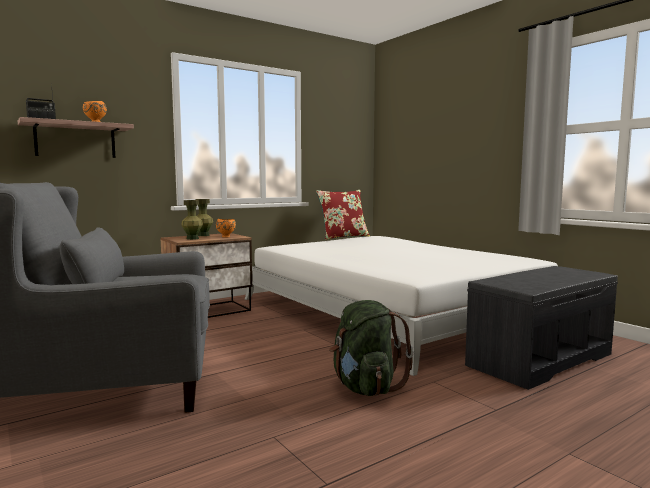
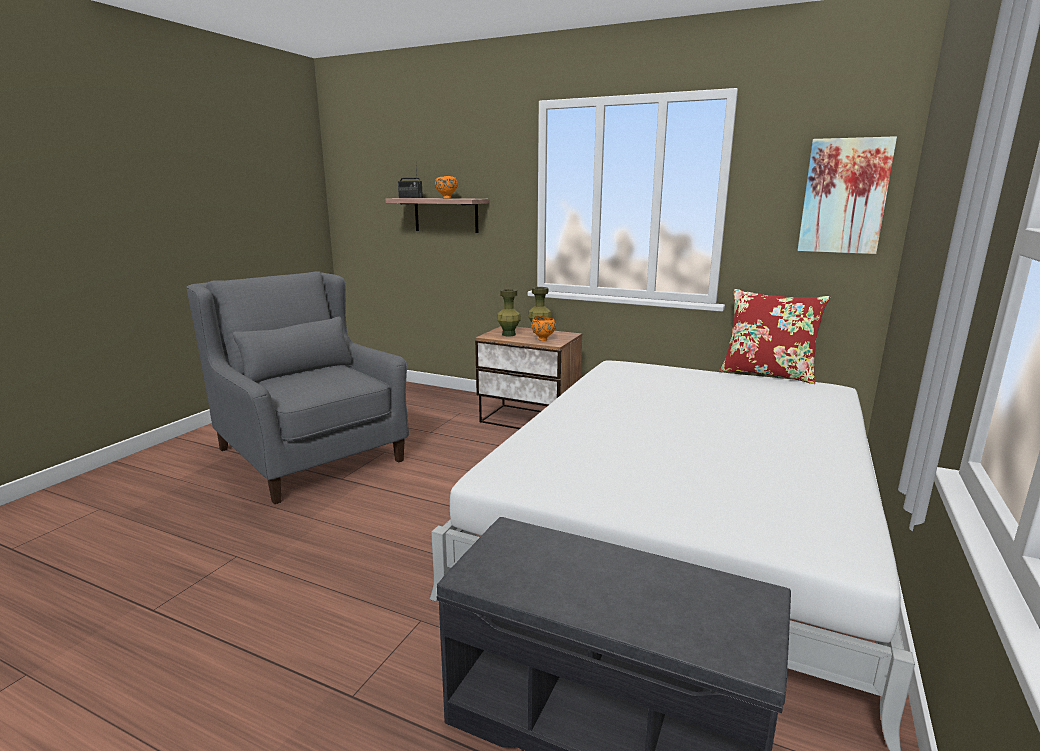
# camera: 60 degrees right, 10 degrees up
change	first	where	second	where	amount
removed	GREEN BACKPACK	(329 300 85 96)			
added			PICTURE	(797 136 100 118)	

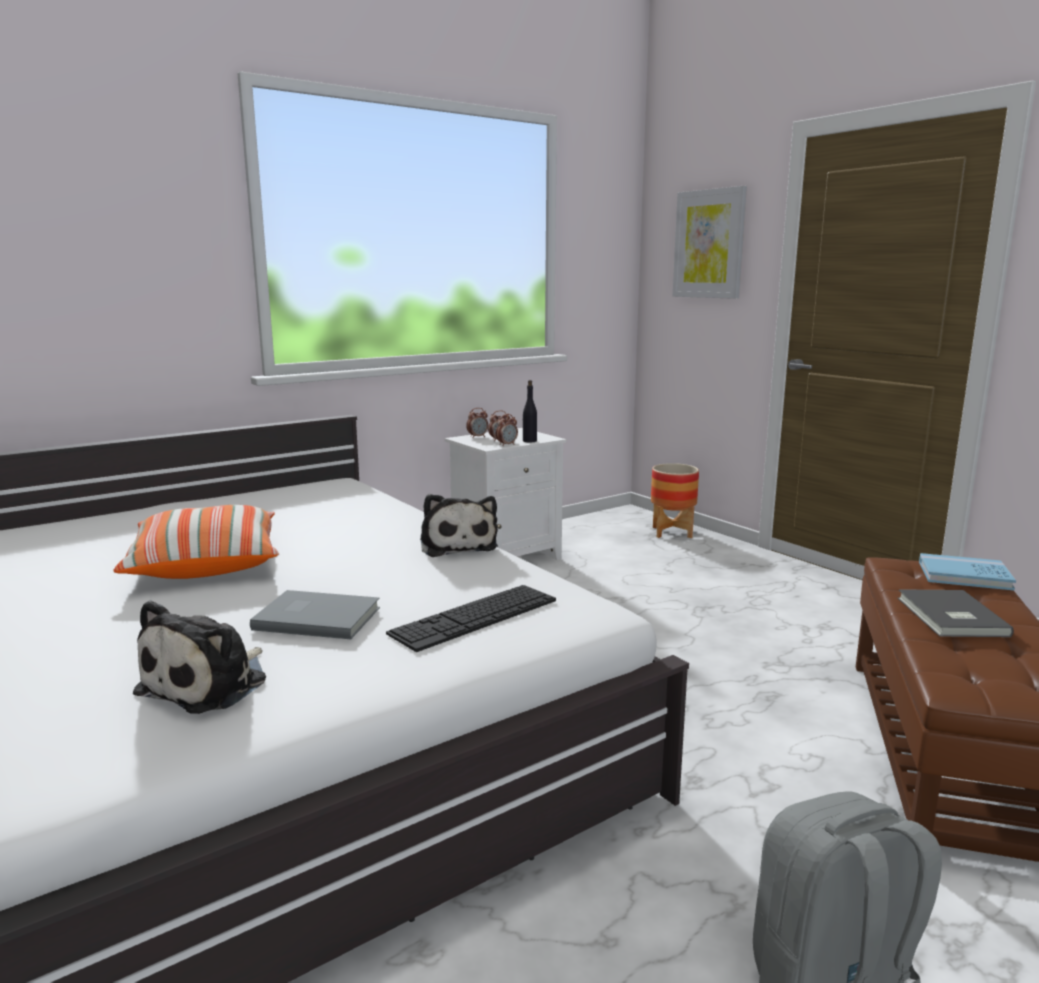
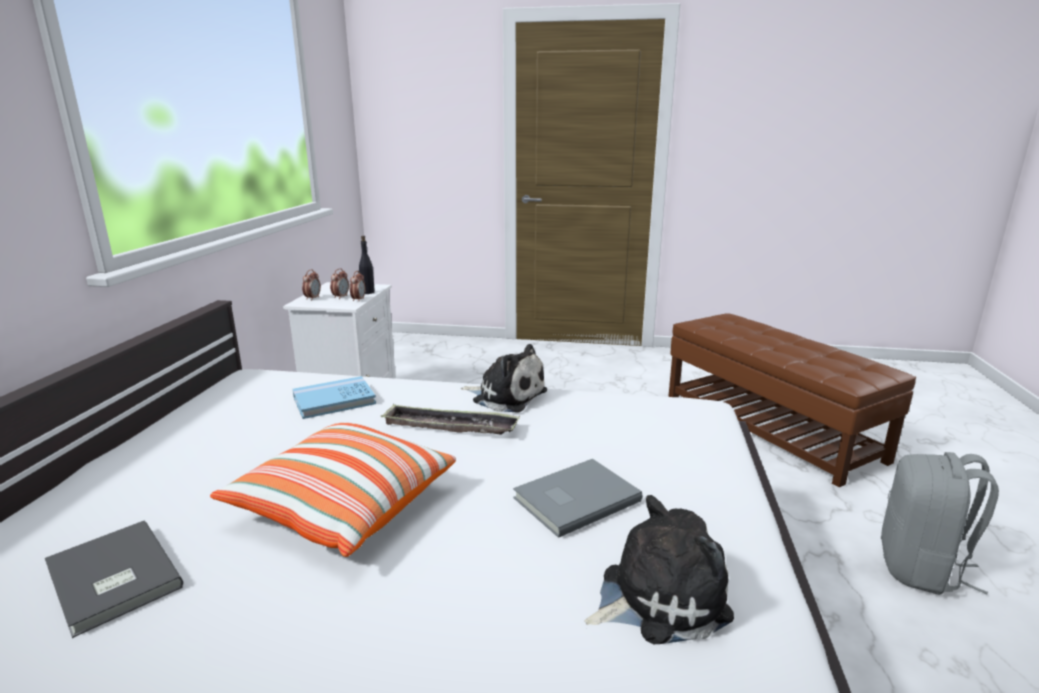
# camera: 45 degrees left, 5 degrees up
change	first	where	second	where	amount
removed	KEYBOARD	(386 585 170 67)			
removed	PLANTER	(651 463 48 75)			
removed	PICTURE	(672 186 75 113)			
added			TRAY	(380 404 140 31)	
moved	GREY BOOK	(898 589 116 48)		(45 520 138 118)	
moved	BLUE BOOK	(919 553 97 38)		(292 376 84 43)	
turned	PLUSH TOY	(133 600 133 114)		(584 495 150 149)	90 degrees counterclockwise

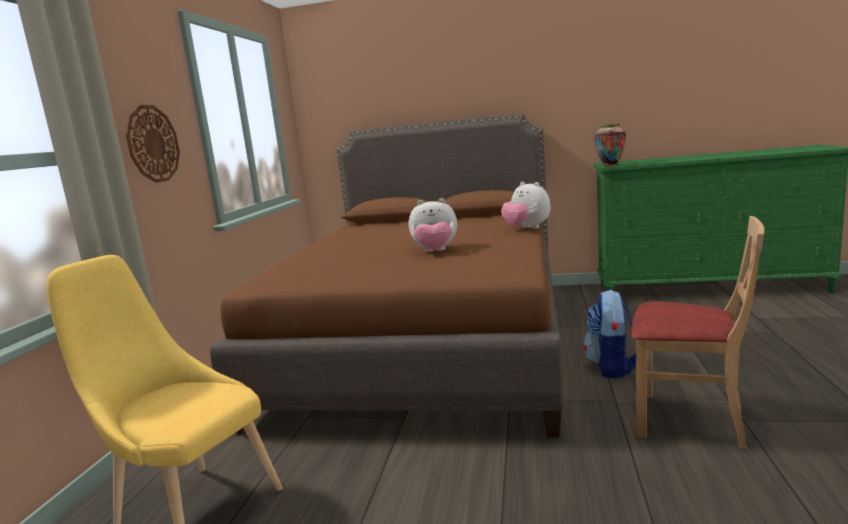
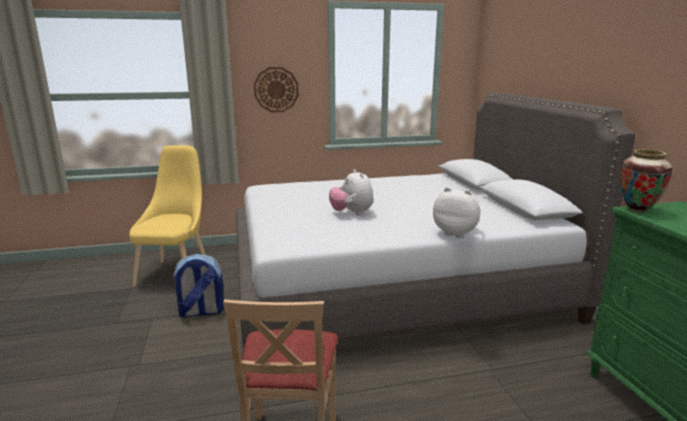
# camera: 65 degrees right, 5 degrees up
change	first	where	second	where	amount
moved	BACKPACK	(583 290 53 89)		(172 254 52 64)	
recoloured	BROWN BED	(210 114 354 323)	GREY BED	(236 92 400 257)	
turned	PLUSH TOY	(501 182 50 47)		(433 187 48 51)	90 degrees clockwise

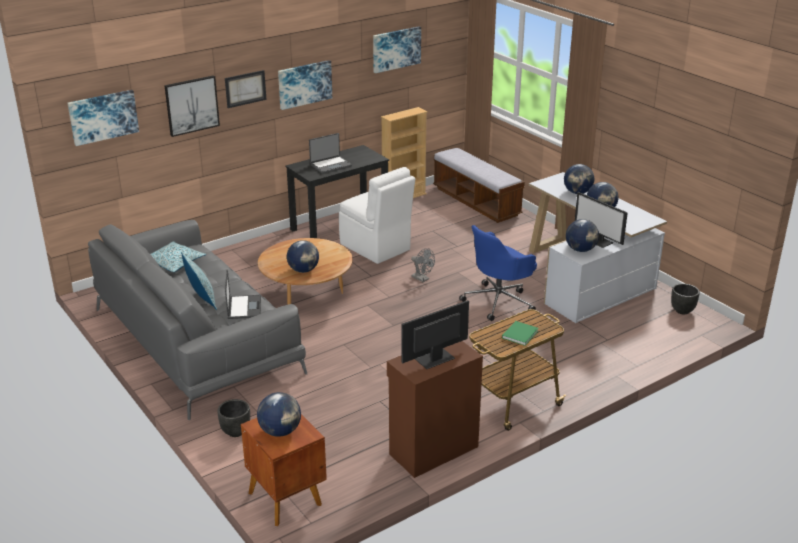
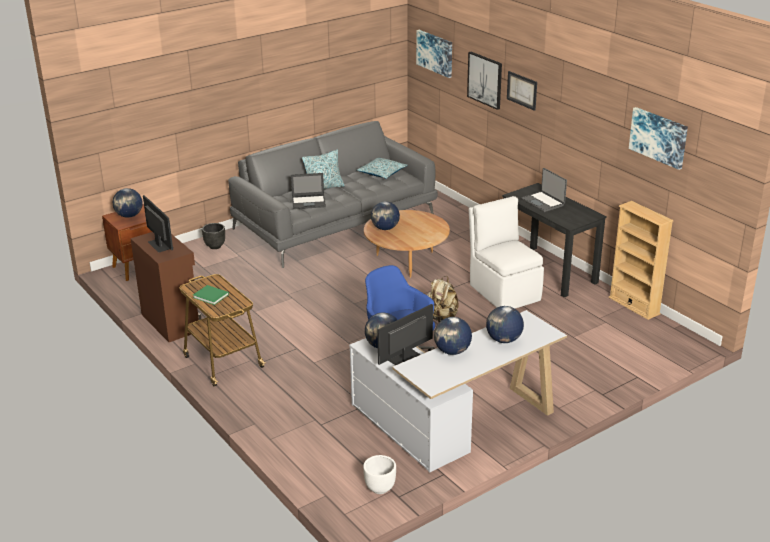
# camera: 90 degrees right, 0 degrees up
change	first	where	second	where	amount
removed	PICTURE	(278 60 54 50)			
removed	BENCH	(433 148 92 75)			
replaced	GREY FAN	(411 248 24 34)	BEIGE BACKPACK	(427 276 32 47)	
recoloured	BLACK PLANTER	(671 283 29 31)	WHITE PLANTER	(363 455 33 39)	
turned	WHITE CHAIR	(339 167 76 97)		(469 196 75 113)	105 degrees clockwise

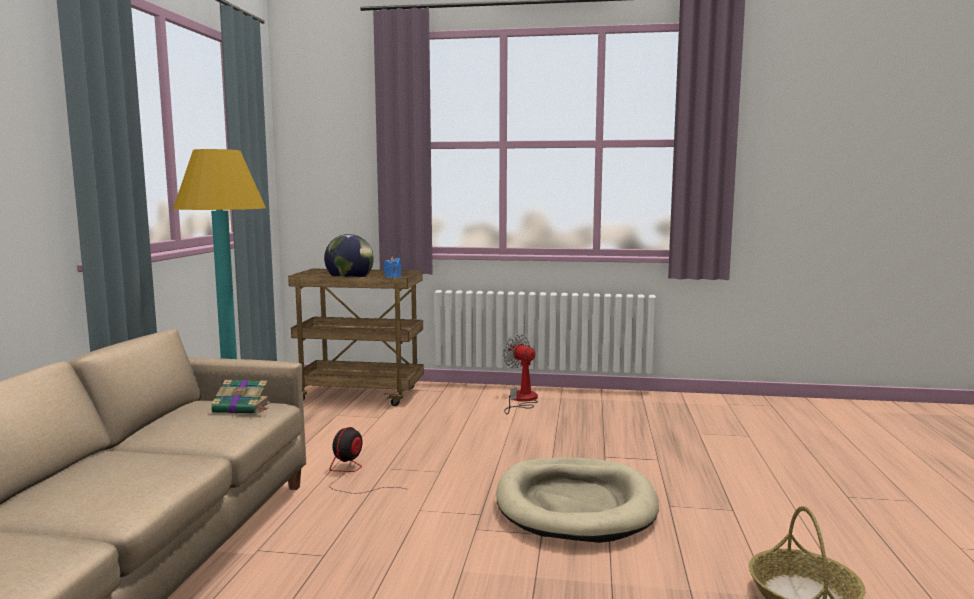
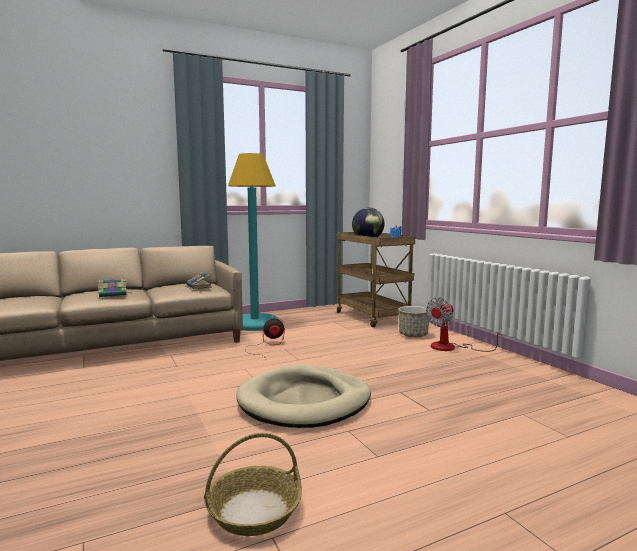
# camera: 55 degrees right, 0 degrees up
change	first	where	second	where	amount
added			BOOK	(98 279 34 18)	
added			PLANTER	(398 306 32 32)	
turned	FAN	(503 334 35 80)		(426 297 77 55)	150 degrees counterclockwise

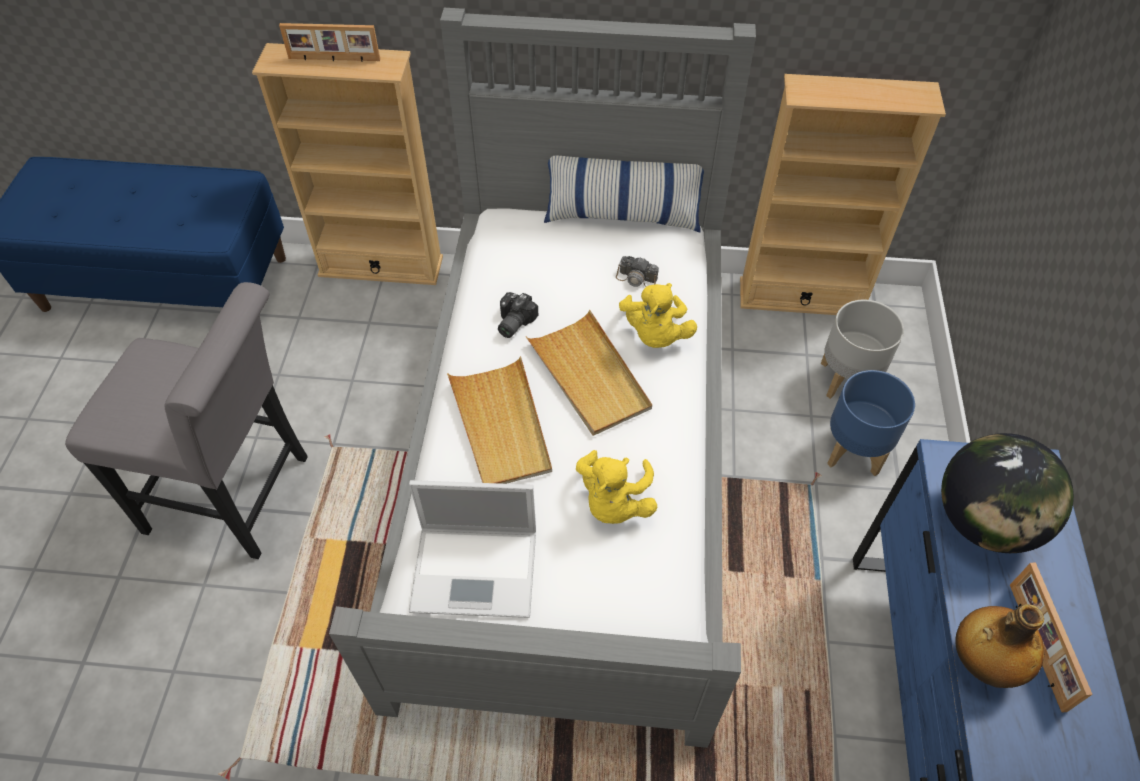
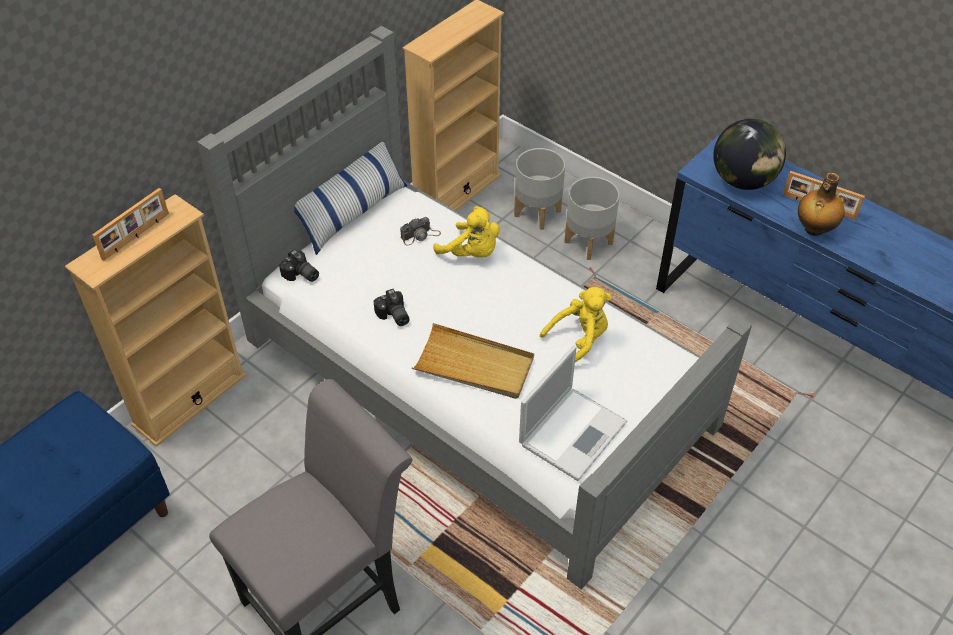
# camera: 55 degrees left, 5 degrees down
change	first	where	second	where	amount
removed	BEIGE TRAY	(525 310 127 126)			
added			PHOTO CAMERA	(279 250 40 32)	
recoloured	BLUE PLANTER	(827 370 88 106)	GREY PLANTER	(565 177 55 83)	
turned	YELLOW PLUSH TOY	(576 450 81 74)		(540 287 72 75)	75 degrees counterclockwise

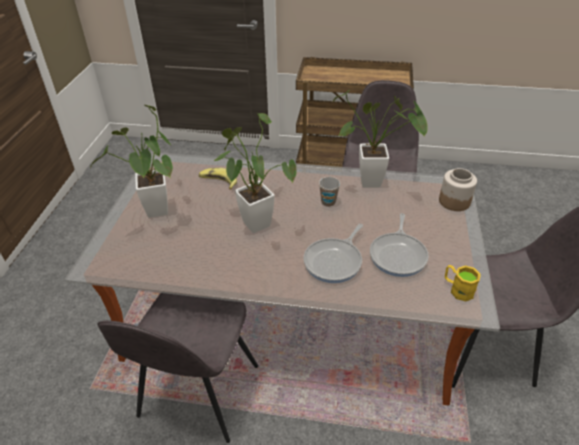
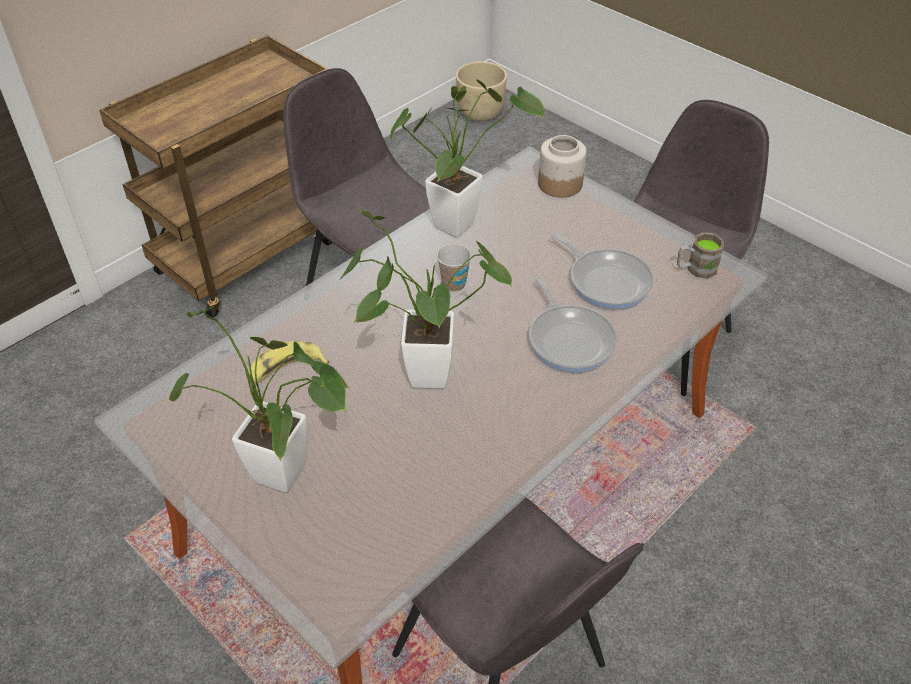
# camera: 55 degrees left, 5 degrees up
change	first	where	second	where	amount
added			BEIGE PLANTER	(456 61 51 61)	
recoloured	YELLOW MUG	(445 265 36 37)	BROWN MUG	(677 232 47 47)	

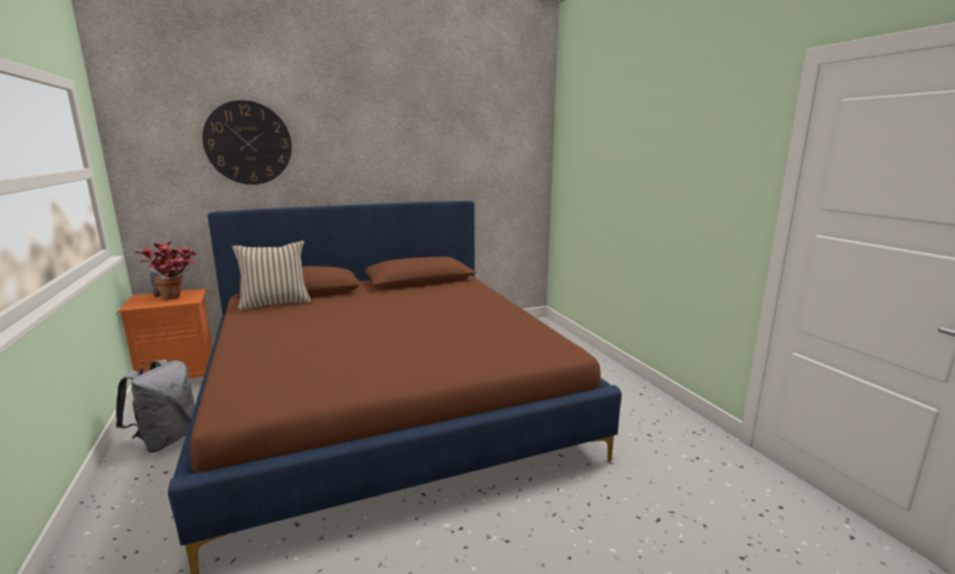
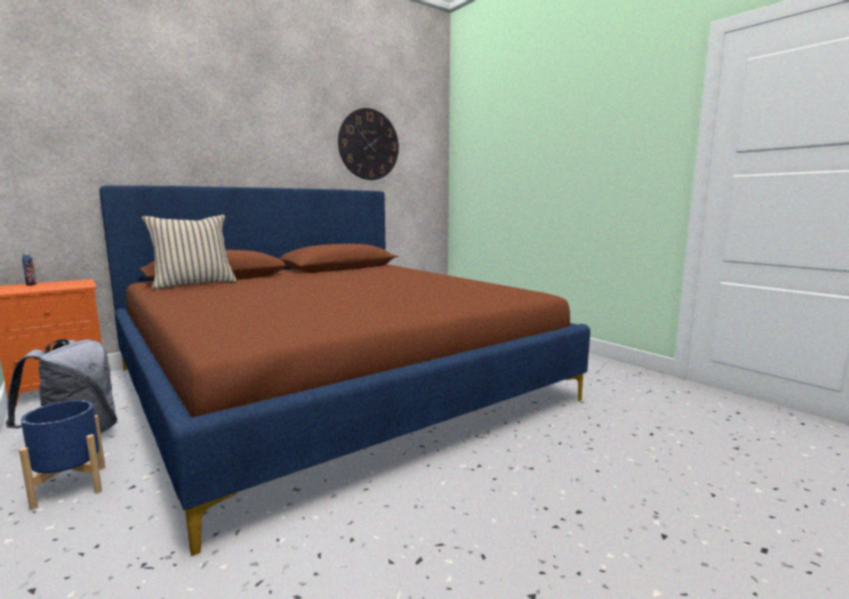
# camera: 15 degrees left, 5 degrees down
change	first	where	second	where	amount
removed	POTTED PLANT	(135 242 61 58)			
added			BLUE PLANTER	(19 400 86 110)	
moved	WALL CLOCK	(202 100 90 85)		(338 108 61 72)	

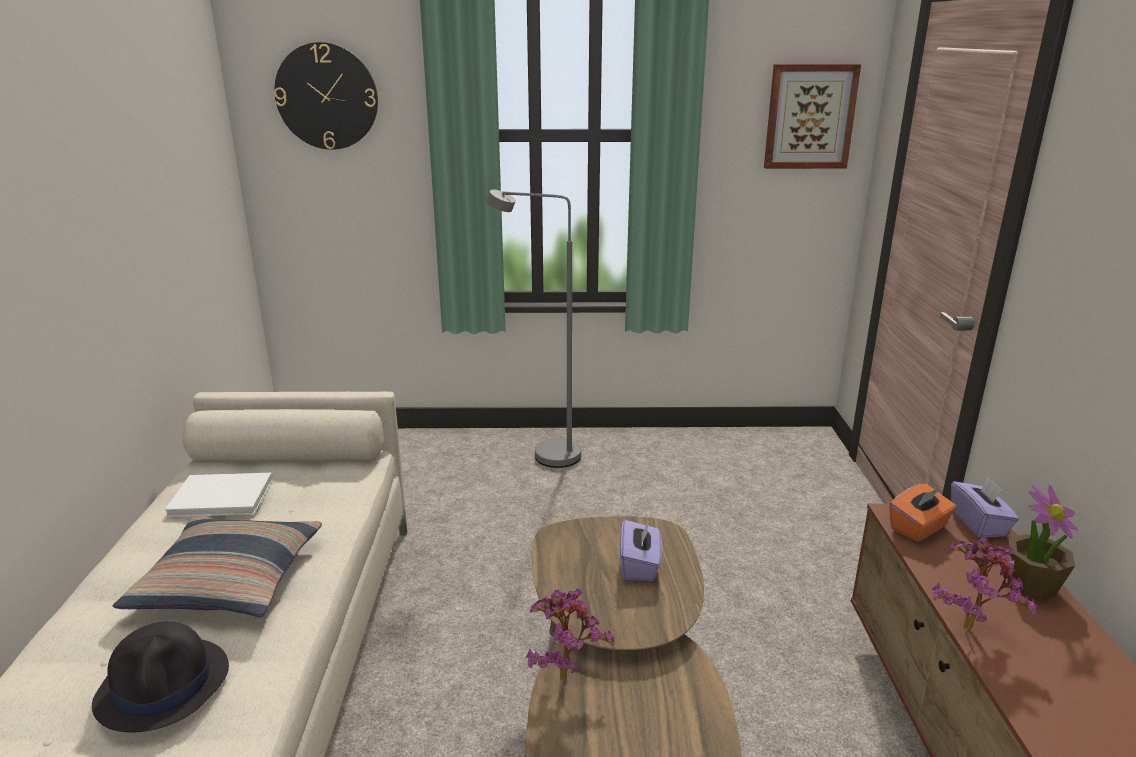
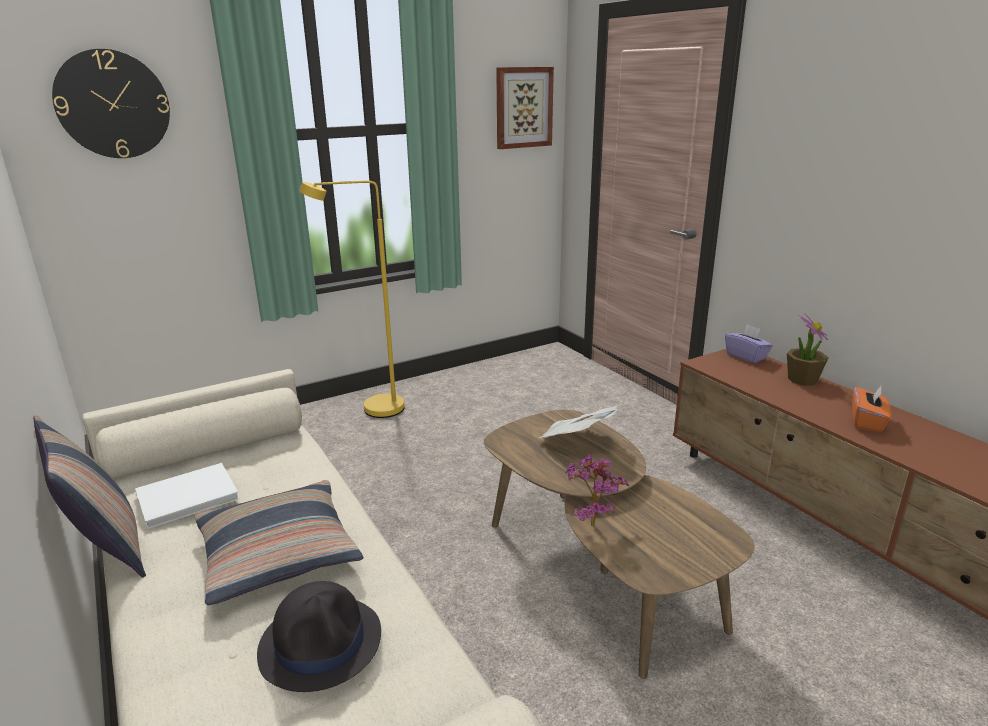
# camera: 30 degrees left, 0 degrees up
change	first	where	second	where	amount
removed	POTTED PLANT	(932 537 105 92)			
added			PILLOW	(34 415 112 163)	
moved	ORANGE TISSUE BOX	(889 484 67 58)		(852 386 39 46)	
replaced	PURPLE TISSUE BOX	(620 520 42 61)	NEWSPAPER	(539 405 80 33)	
recoloured	GREY FLOOR LAMP	(486 189 95 279)	YELLOW FLOOR LAMP	(300 181 105 237)	

